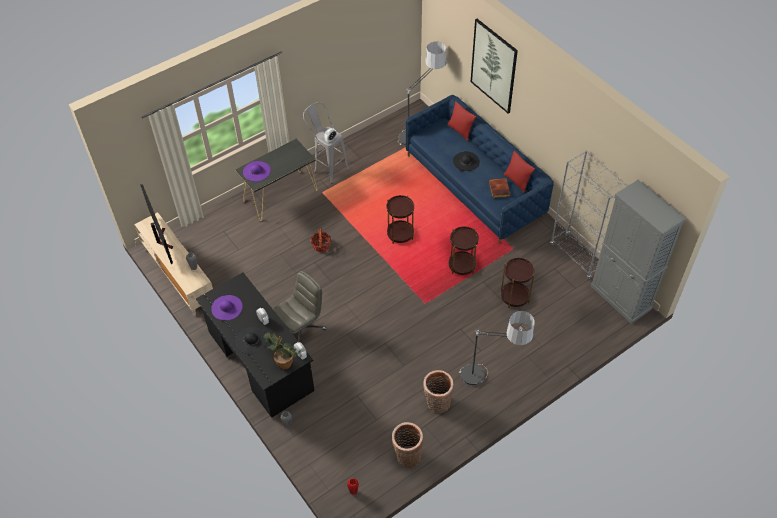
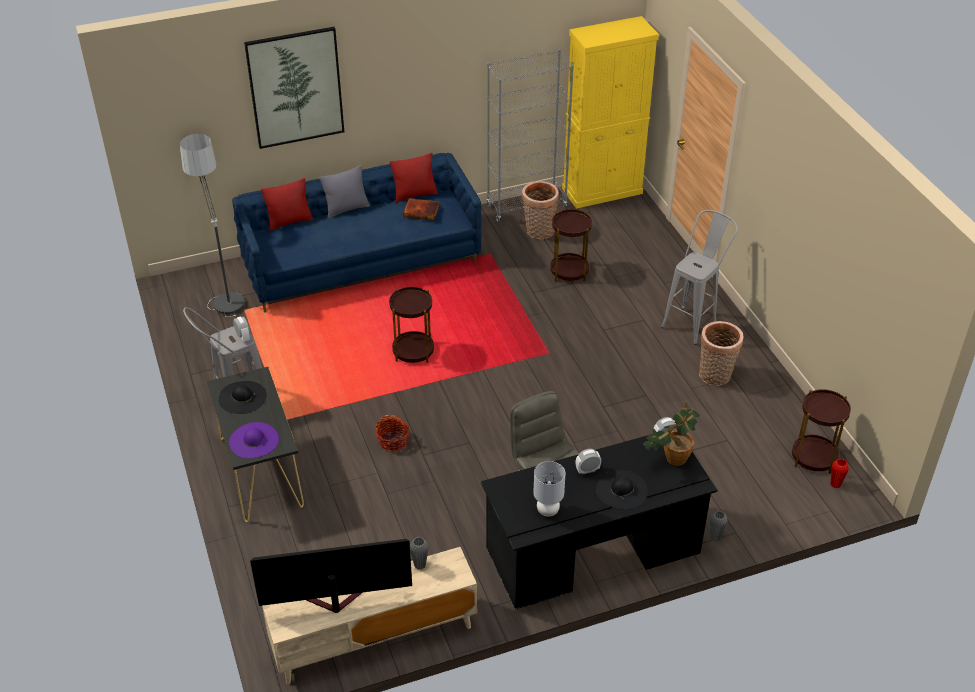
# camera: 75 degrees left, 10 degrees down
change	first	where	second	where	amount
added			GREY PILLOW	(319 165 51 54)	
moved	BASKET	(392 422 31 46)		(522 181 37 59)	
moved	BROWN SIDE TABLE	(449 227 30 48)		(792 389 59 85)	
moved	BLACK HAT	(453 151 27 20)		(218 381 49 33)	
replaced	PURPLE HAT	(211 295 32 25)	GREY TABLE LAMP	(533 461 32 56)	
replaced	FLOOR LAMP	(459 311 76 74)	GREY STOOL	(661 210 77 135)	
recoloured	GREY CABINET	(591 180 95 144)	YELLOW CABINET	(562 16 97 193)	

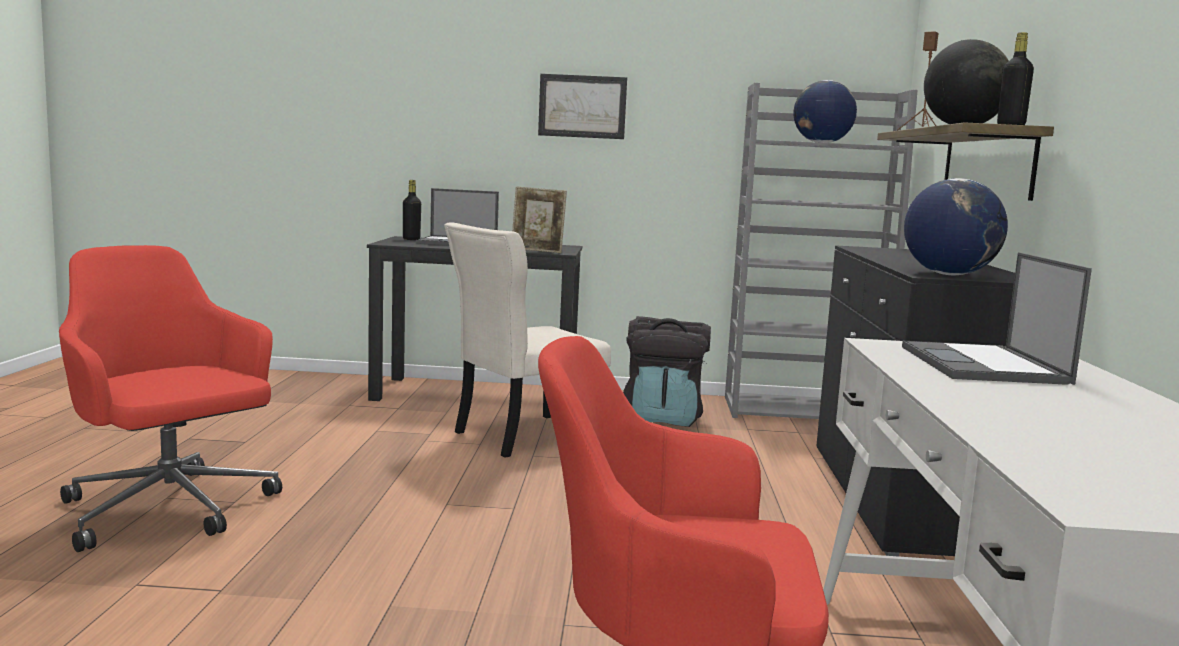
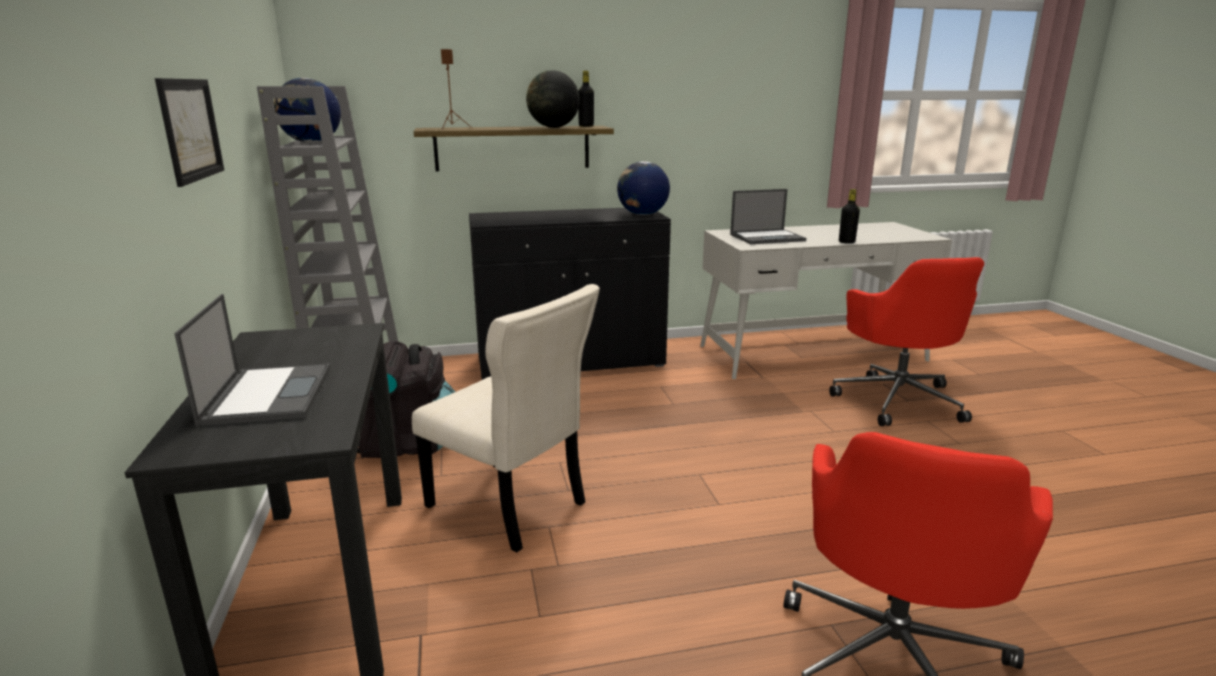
# camera: 105 degrees left, 10 degrees up
change	first	where	second	where	amount
removed	PICTURE FRAME	(512 186 55 67)			
moved	BLACK BOTTLE	(403 180 18 60)		(839 189 21 55)	

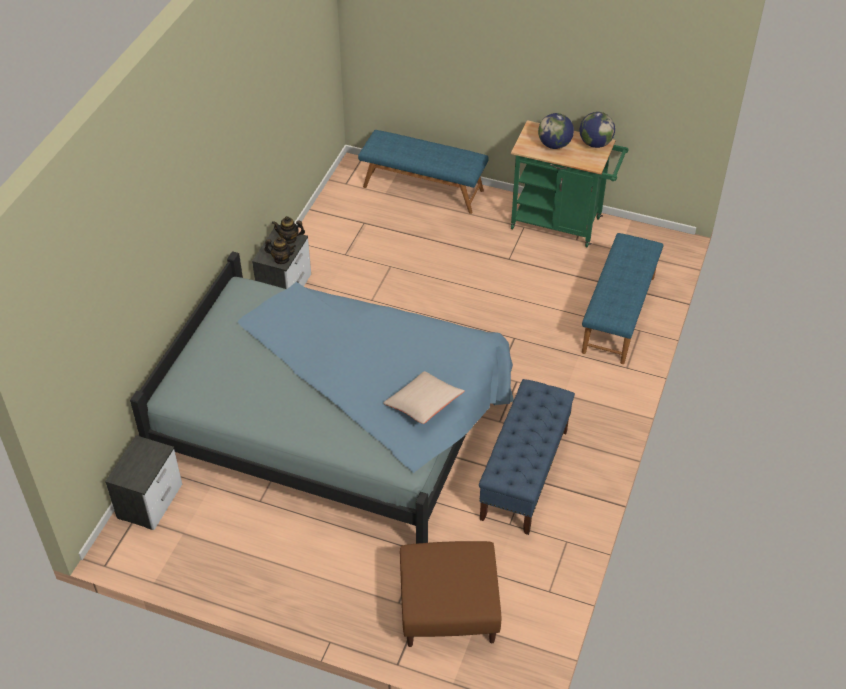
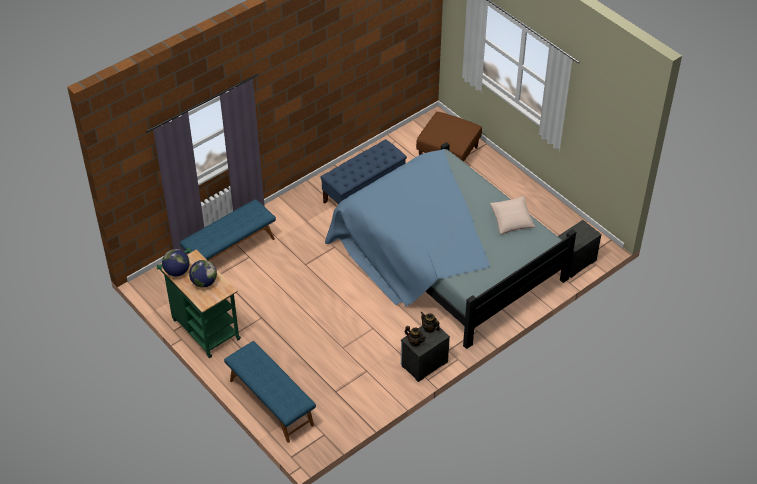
# camera: 150 degrees left, 0 degrees up
change	first	where	second	where	amount
moved	BEIGE PILLOW	(383 371 82 53)		(490 196 45 38)	

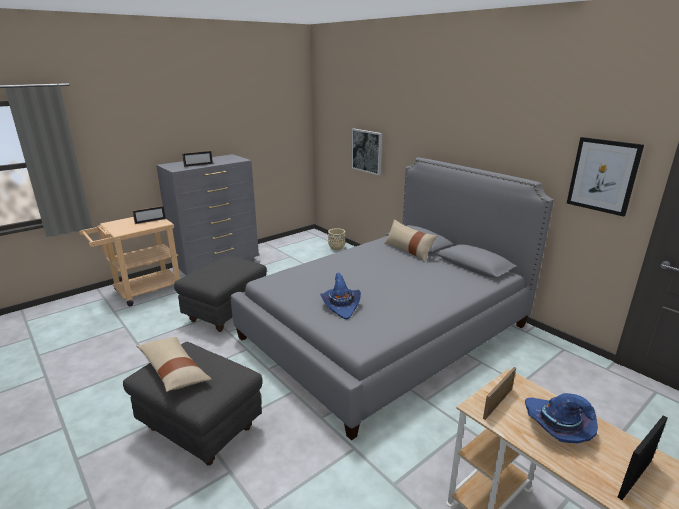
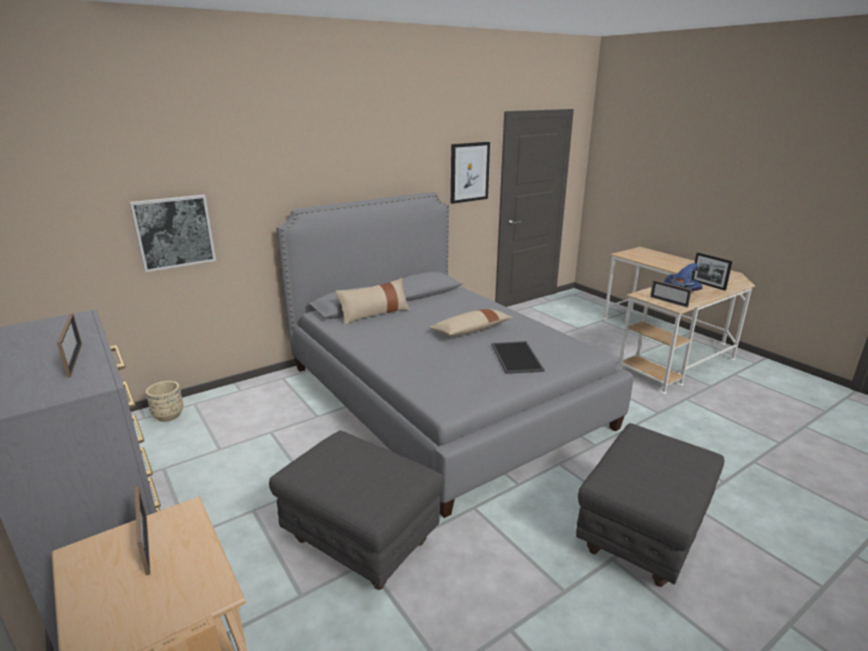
# camera: 85 degrees left, 0 degrees up
change	first	where	second	where	amount
moved	BEIGE PILLOW	(136 337 76 55)		(429 309 83 28)	
replaced	BLUE HAT	(320 273 41 46)	TRAY	(491 341 53 33)	

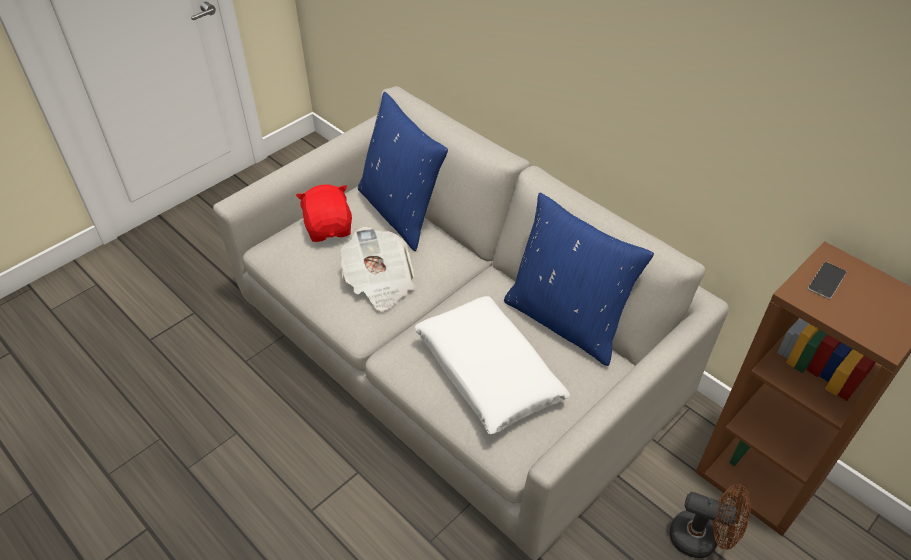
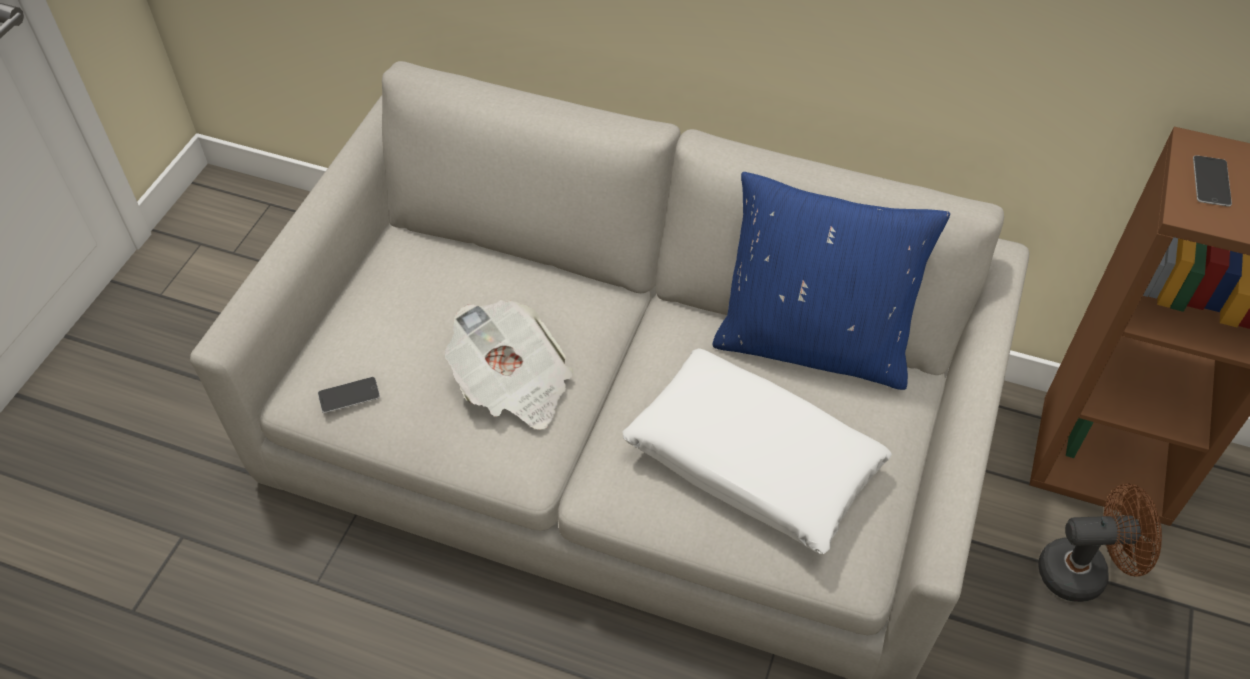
# camera: 25 degrees left, 5 degrees up
change	first	where	second	where	amount
removed	RED PLUSH TOY	(296 184 56 58)			
removed	BLUE PILLOW	(358 92 90 159)			
added			PHONE	(318 377 62 36)	

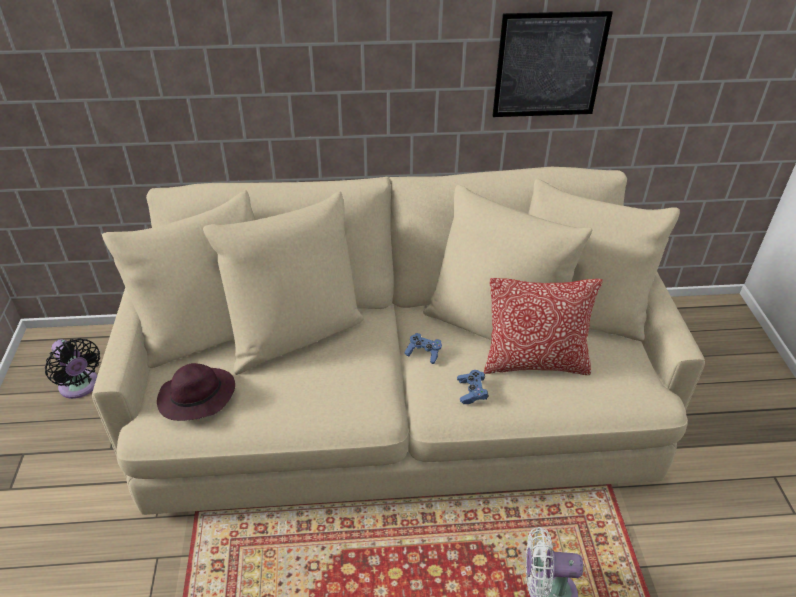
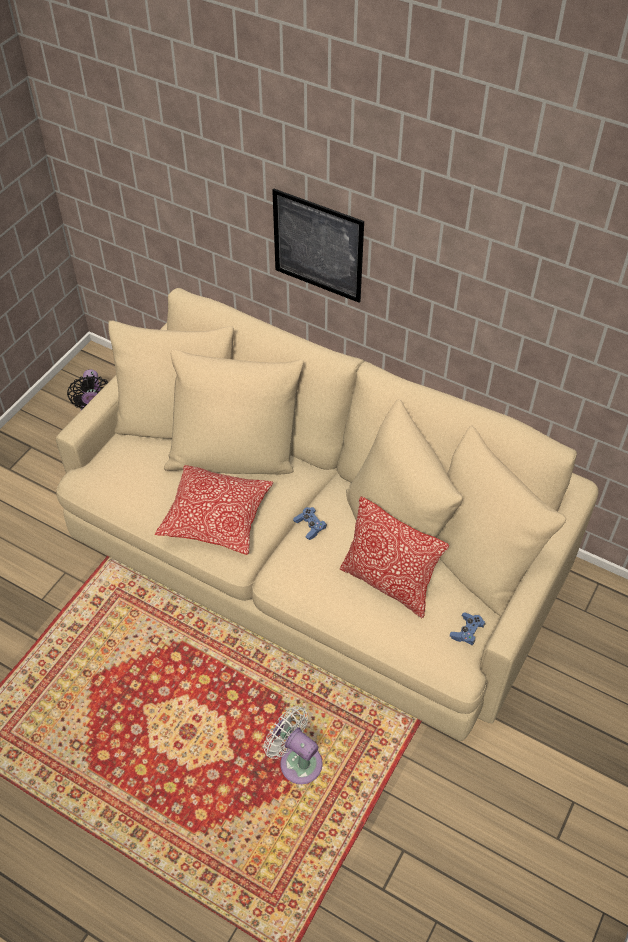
# camera: 35 degrees right, 10 degrees up
change	first	where	second	where	amount
removed	PURPLE HAT	(157 363 78 58)			
added			PILLOW	(155 465 118 90)	
moved	BLUE GAME CONTROLLER	(457 370 32 34)		(450 612 36 33)	
moved	PICTURE	(492 11 121 106)		(272 189 92 114)	

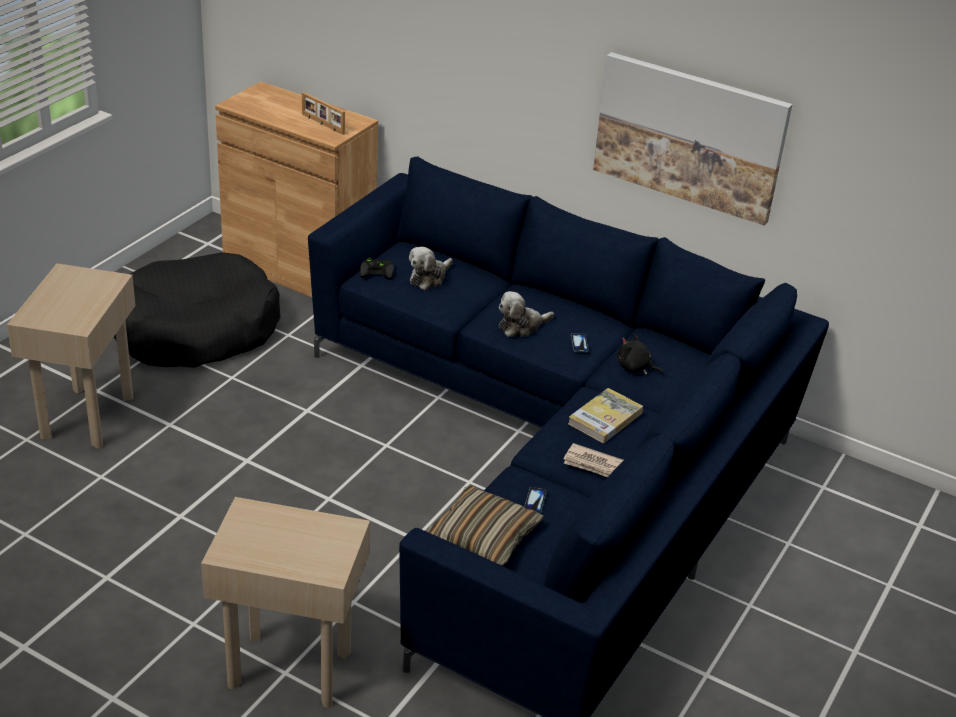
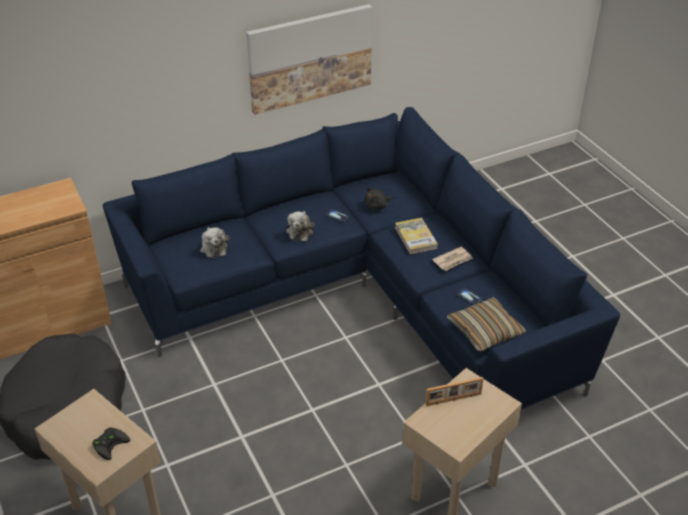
# camera: 55 degrees left, 5 degrees up
change	first	where	second	where	amount
moved	PICTURE FRAME	(302 92 43 43)		(425 377 58 29)	
moved	BLACK GAME CONTROLLER	(360 258 34 22)		(92 427 38 33)	

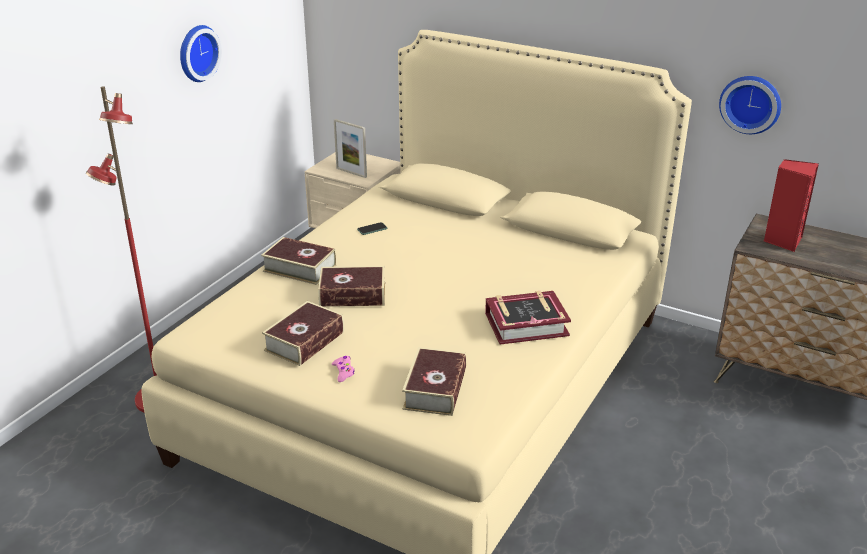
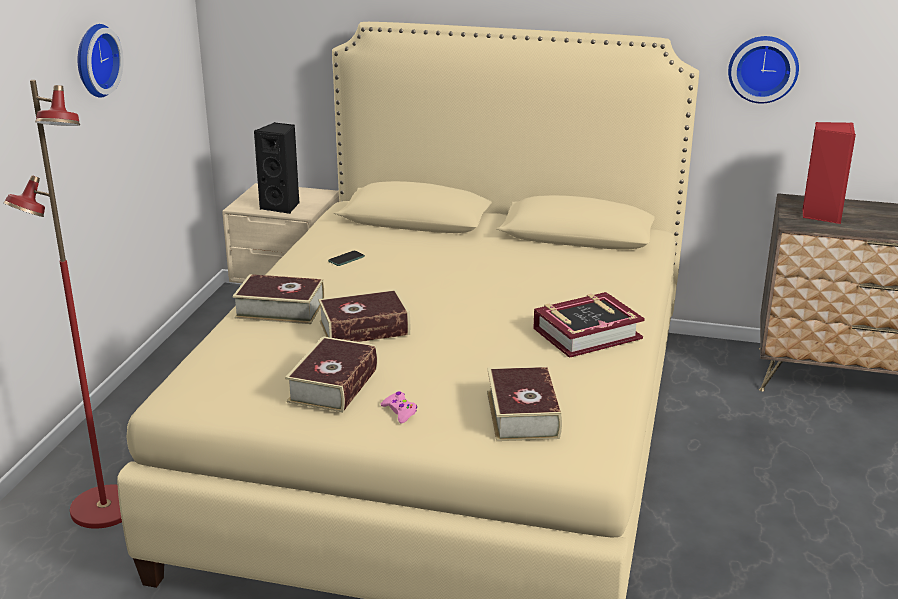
# camera: 15 degrees left, 5 degrees down
change	first	where	second	where	amount
replaced	PICTURE FRAME	(334 119 33 59)	BLACK SPEAKER	(254 123 46 91)	

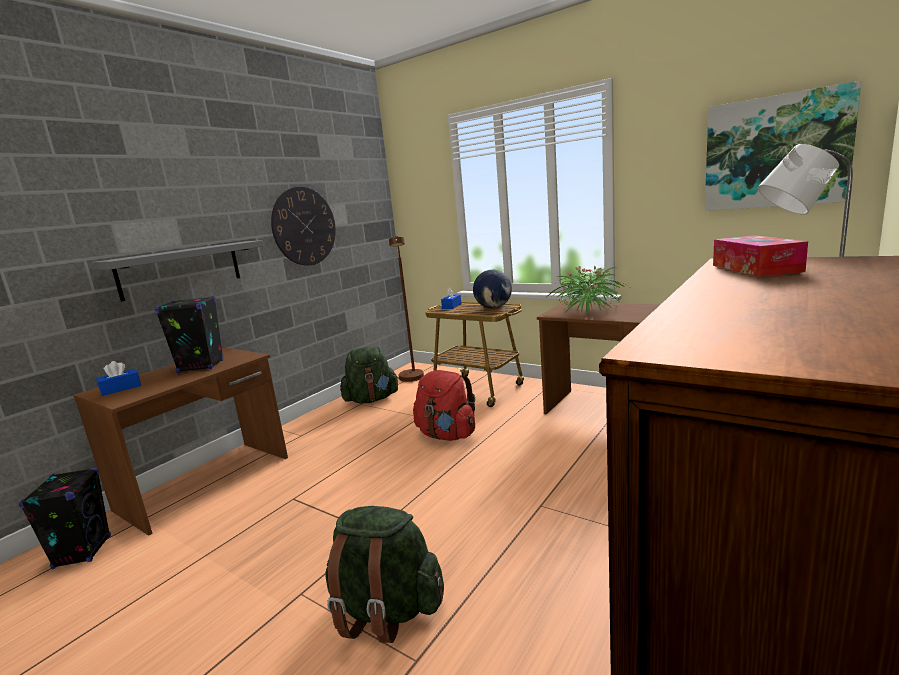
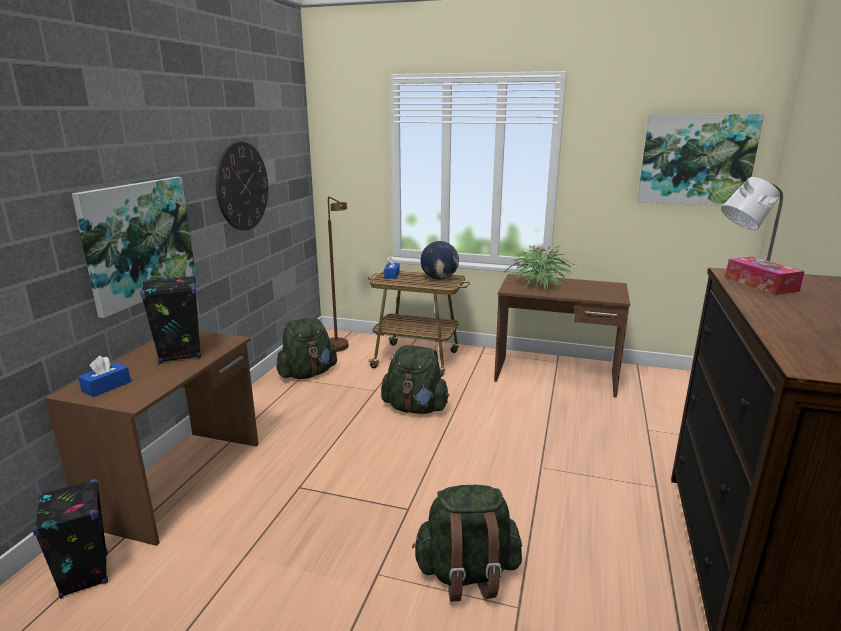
# camera: 20 degrees left, 5 degrees up
change	first	where	second	where	amount
replaced	GREY SHELF	(91 240 173 62)	PICTURE	(72 177 124 141)	
recoloured	RED BACKPACK	(413 370 62 71)	GREEN BACKPACK	(381 345 68 69)	

